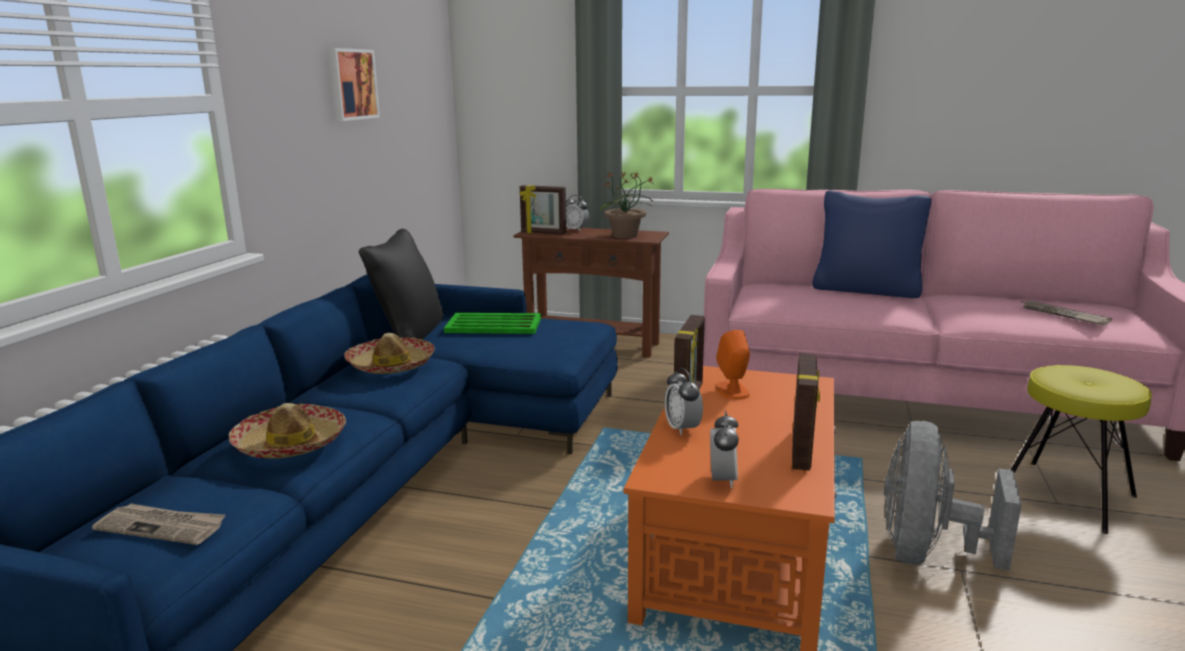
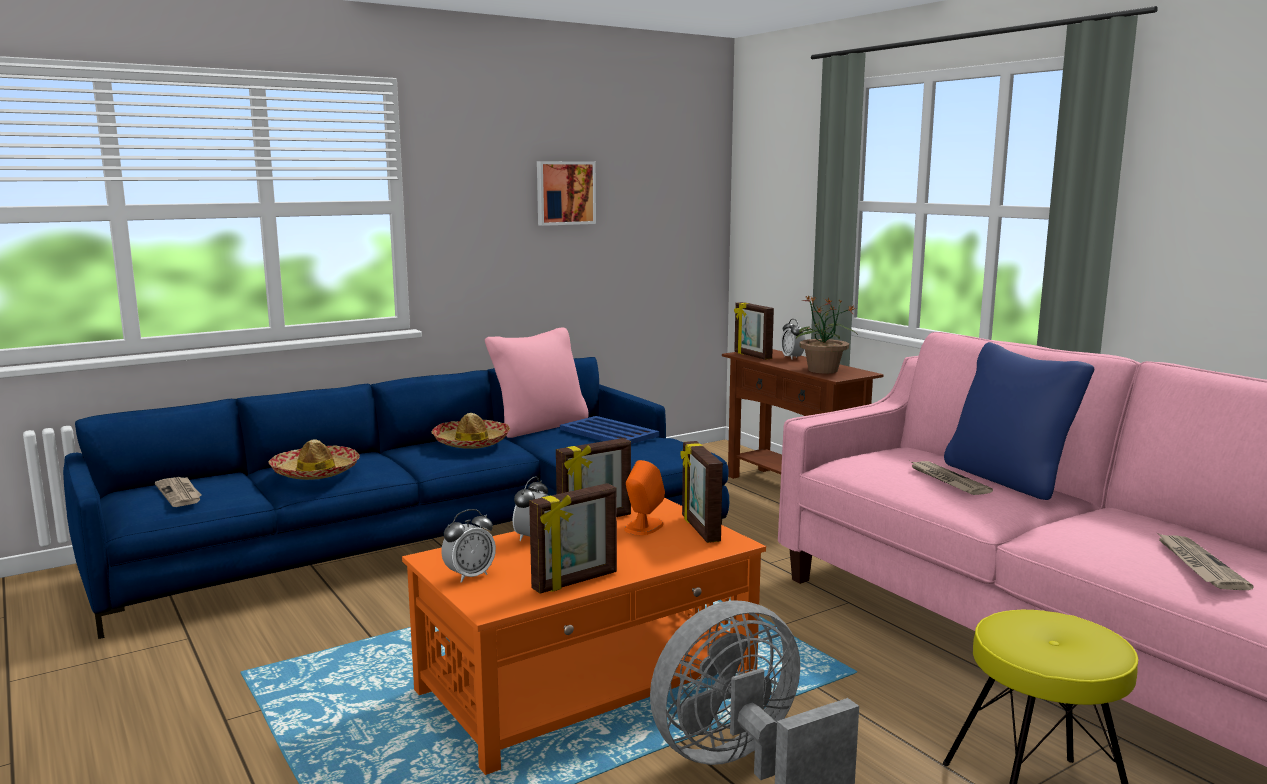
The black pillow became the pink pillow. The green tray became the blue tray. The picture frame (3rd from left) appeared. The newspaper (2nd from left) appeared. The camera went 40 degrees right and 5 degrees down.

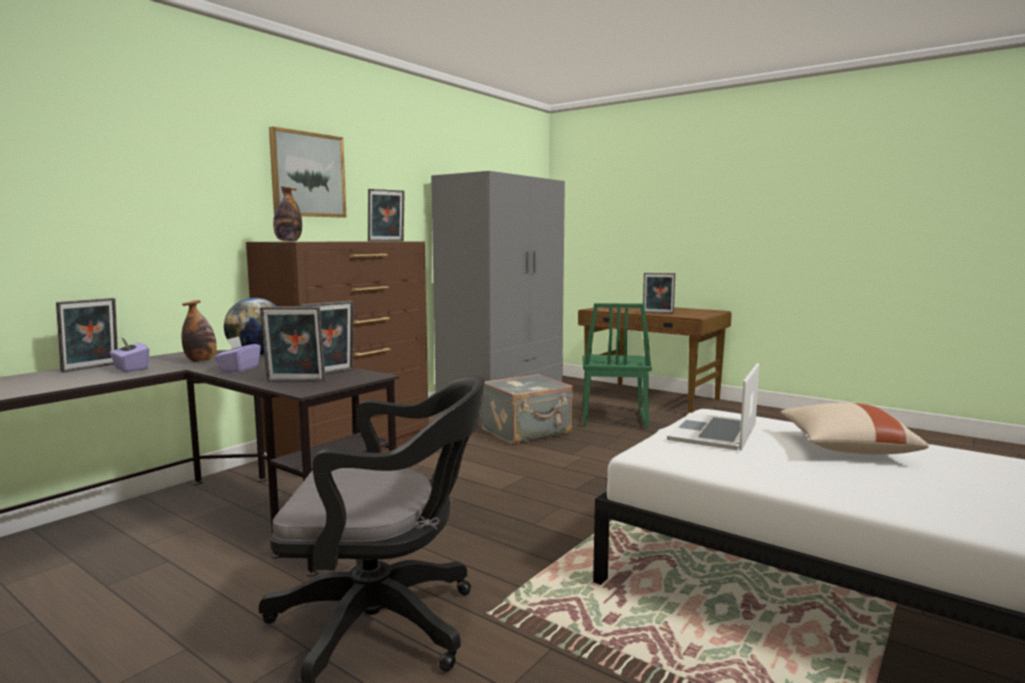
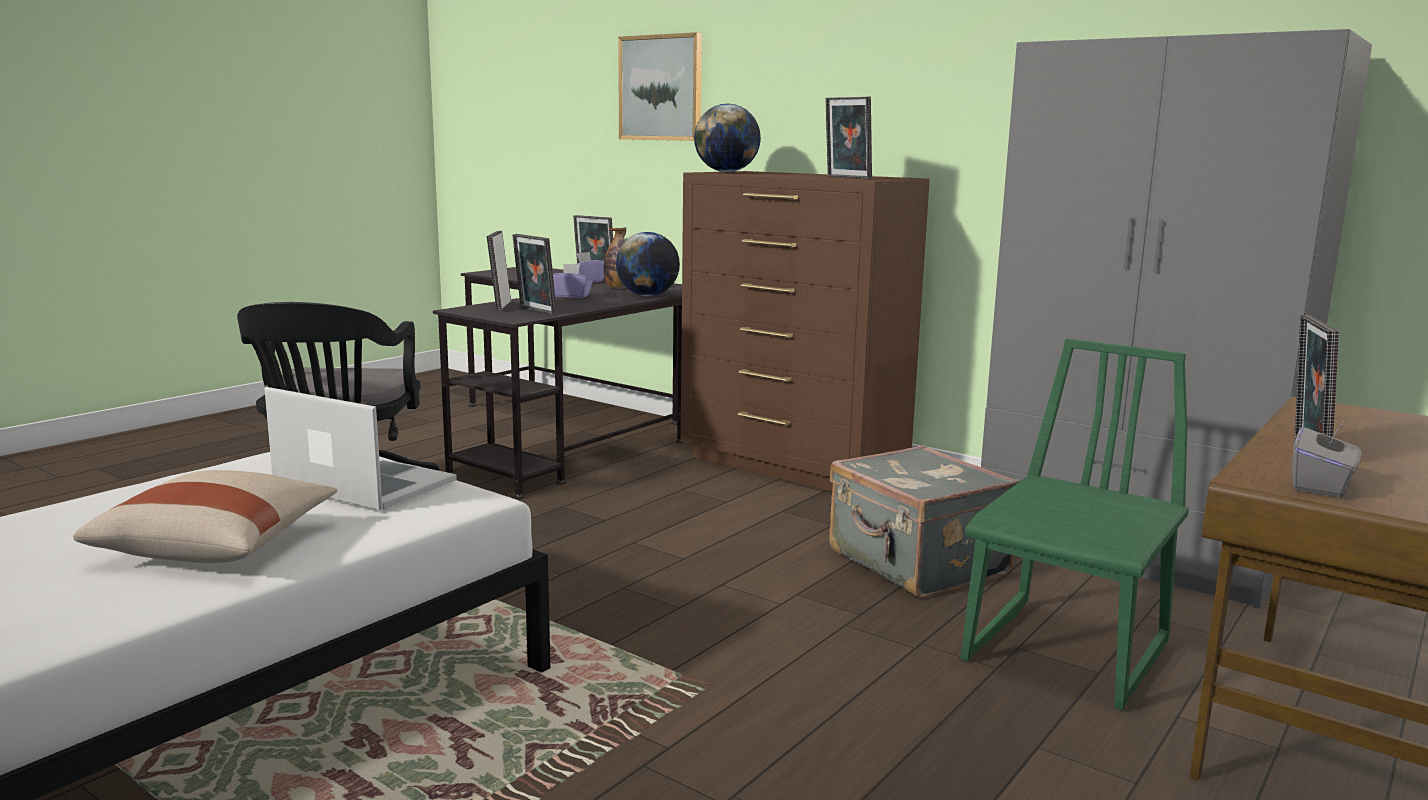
The picture moved. The bottle (2nd from left) was replaced by the globe (2nd from left). The green chair turned 120 degrees clockwise. The grey tissue box appeared. The camera went 90 degrees right and 5 degrees up.

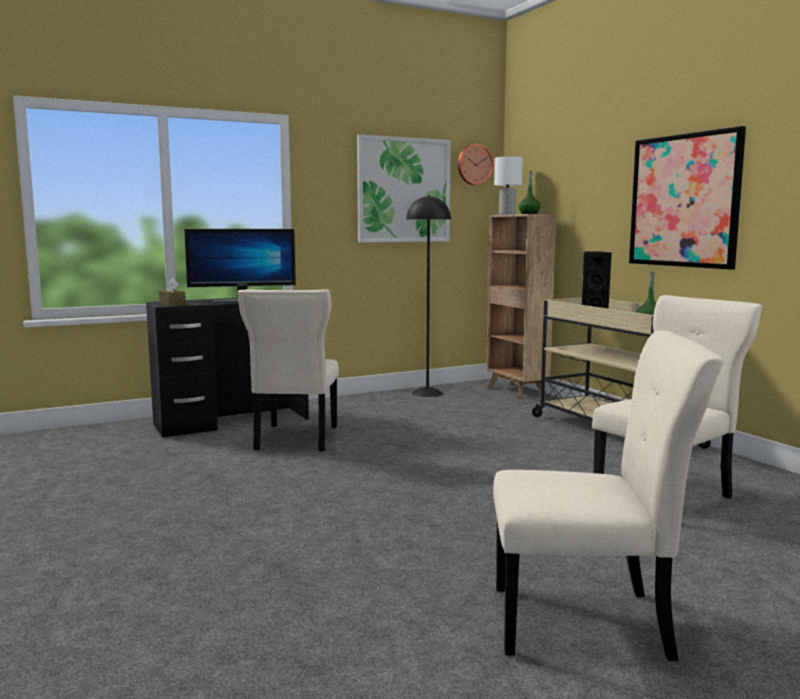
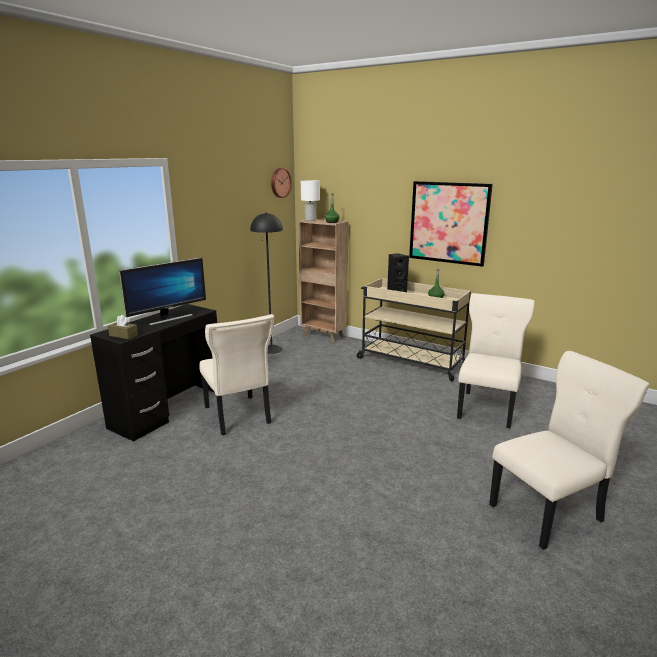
The picture (1st from left) disappeared. The camera went 30 degrees left and 10 degrees up.

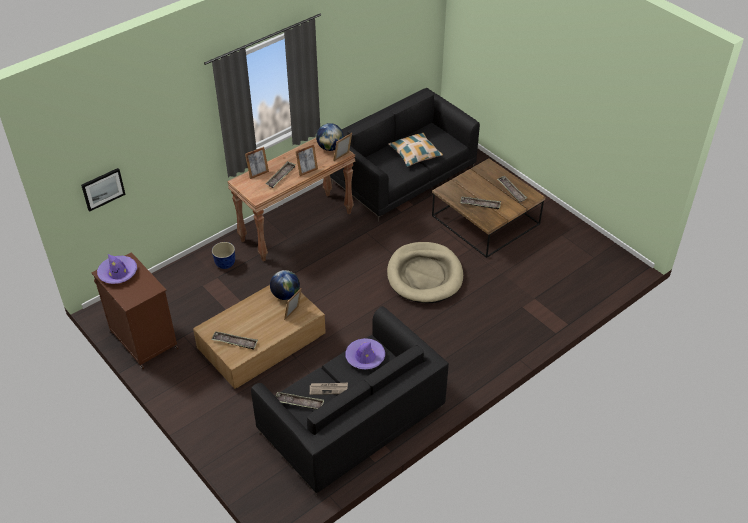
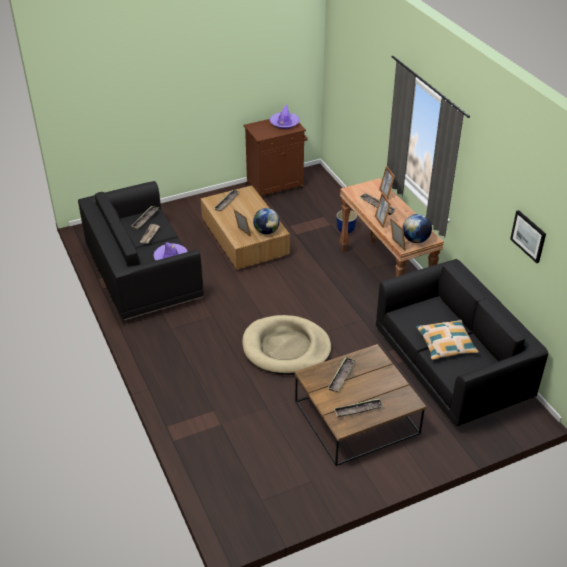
The picture moved. The camera went 105 degrees right and 5 degrees down.

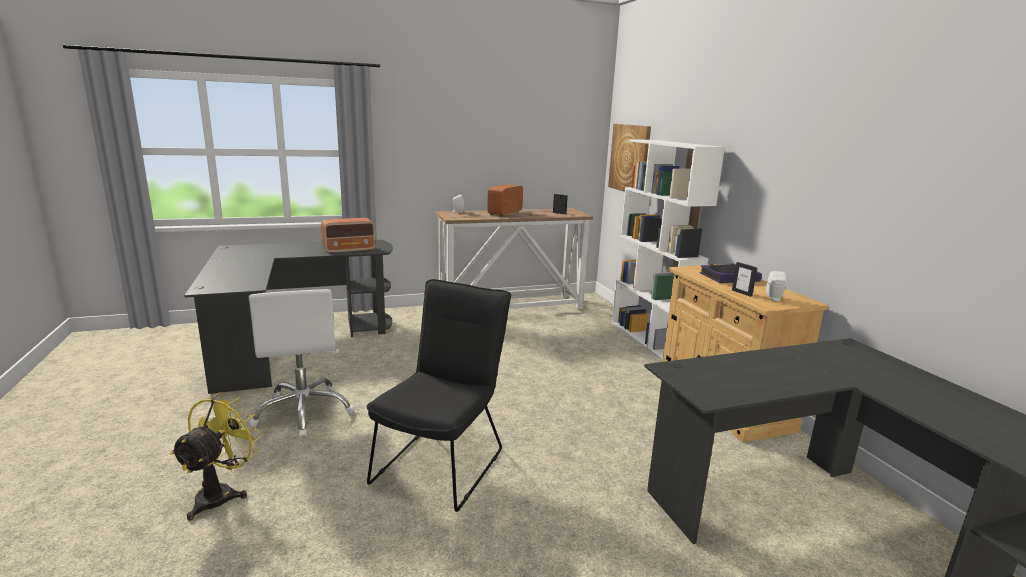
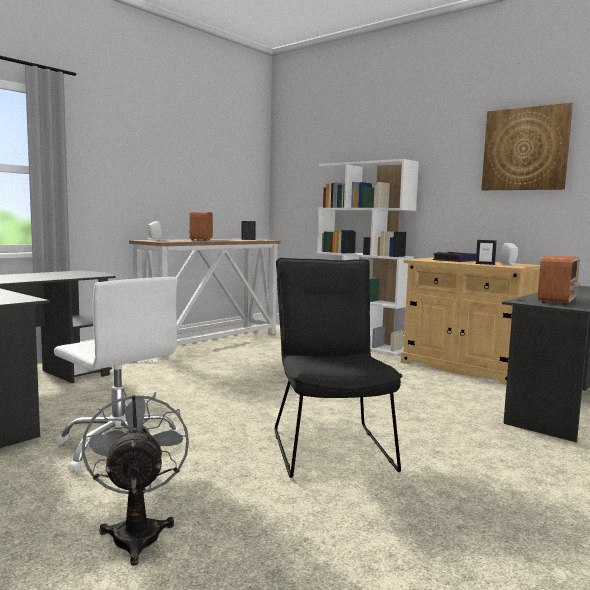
The yellow fan became the grey fan. The picture moved. The radio (1st from left in the first image) moved. The camera went 30 degrees left and 10 degrees down.

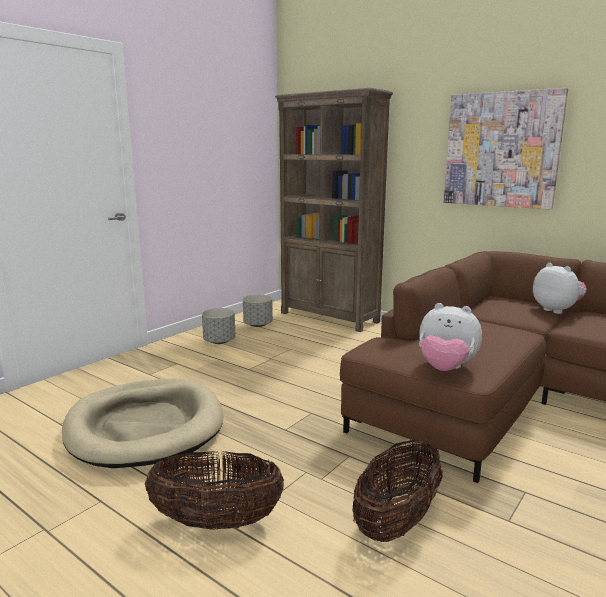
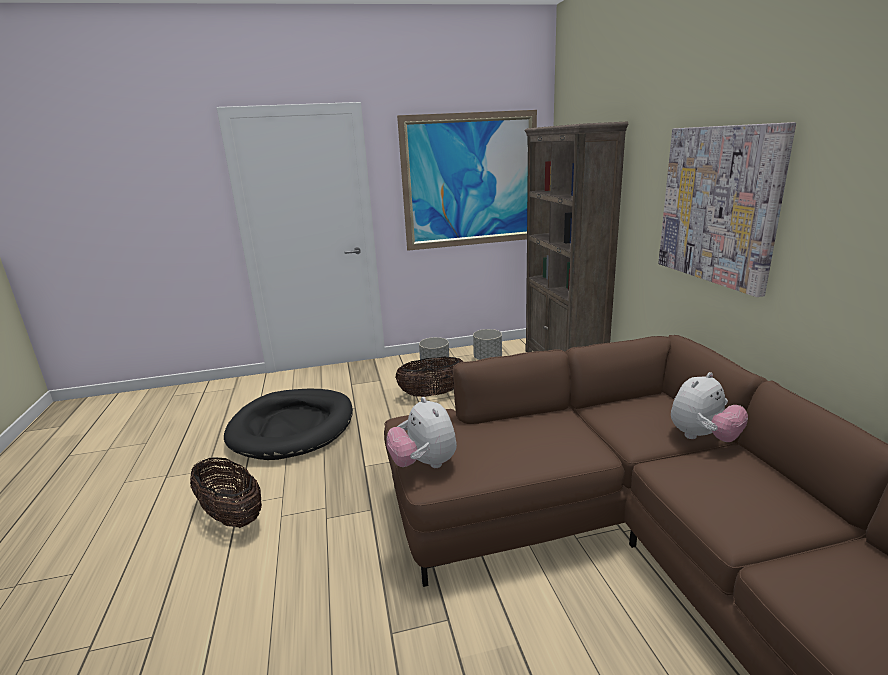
The beige dog bed became the black dog bed. The basket (2nd from left) moved. The picture (1st from left) appeared. The plush toy (2nd from left) turned 45 degrees clockwise. The camera went 40 degrees right and 5 degrees up.

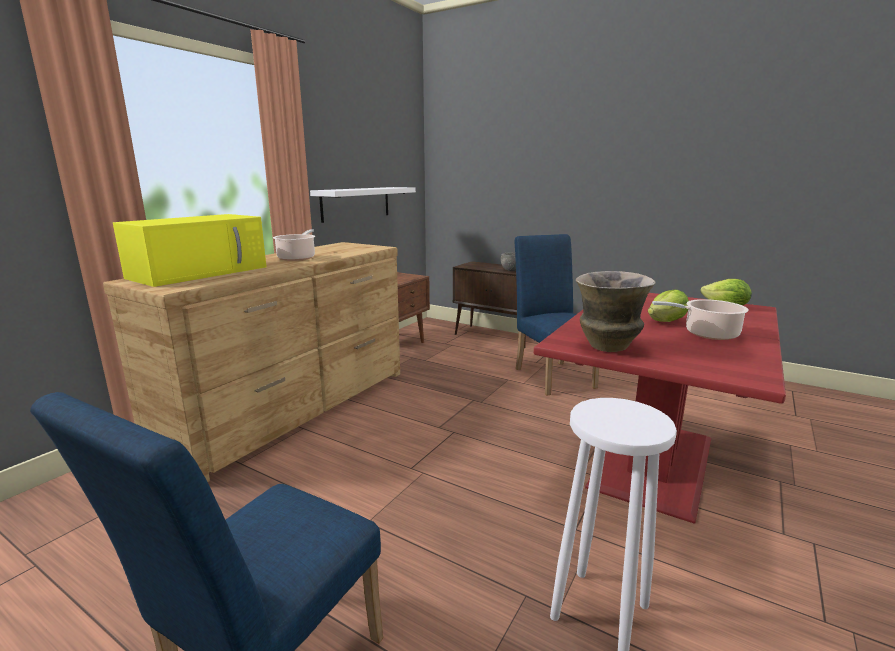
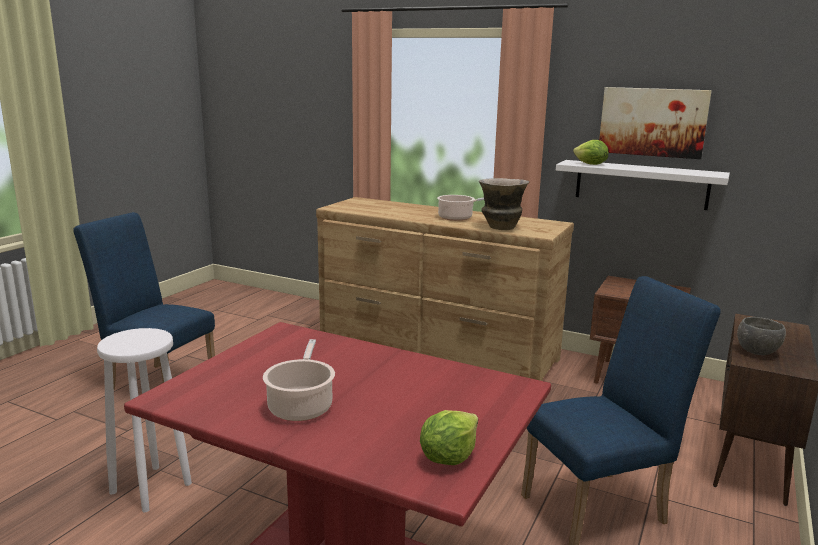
The vase moved. The lettuce (1st from left in the first image) moved. The picture appeared. The yellow microwave disappeared. The camera went 85 degrees right and 0 degrees up.

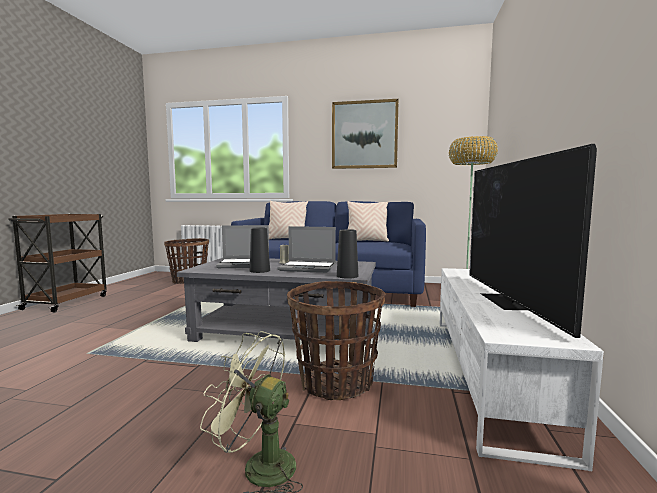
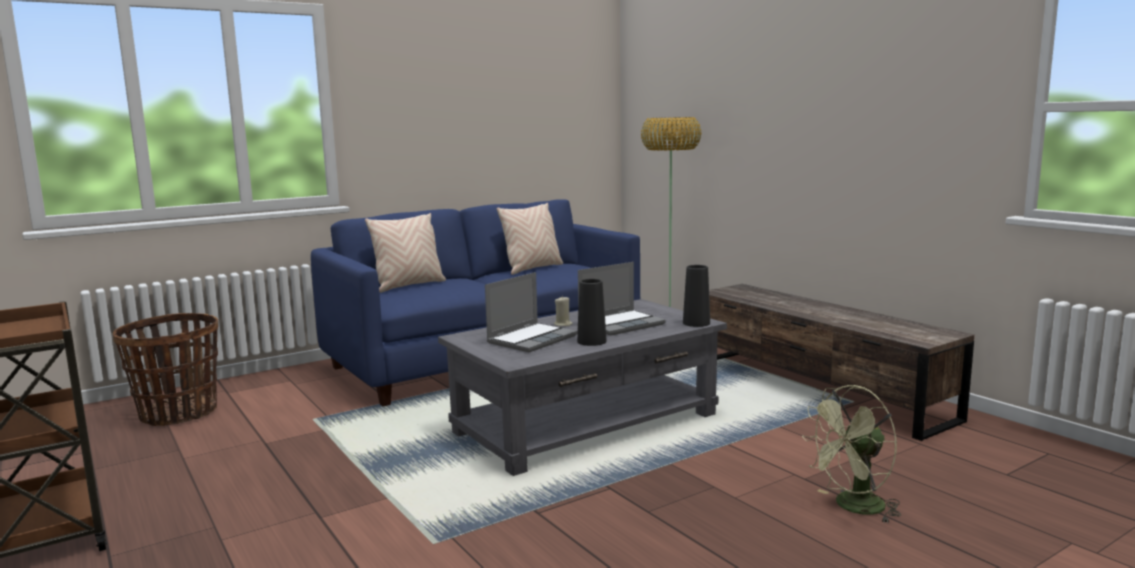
The white tv stand became the brown tv stand. The basket (2nd from left) disappeared. The picture disappeared. The television disappeared. The camera went 45 degrees left and 5 degrees up.

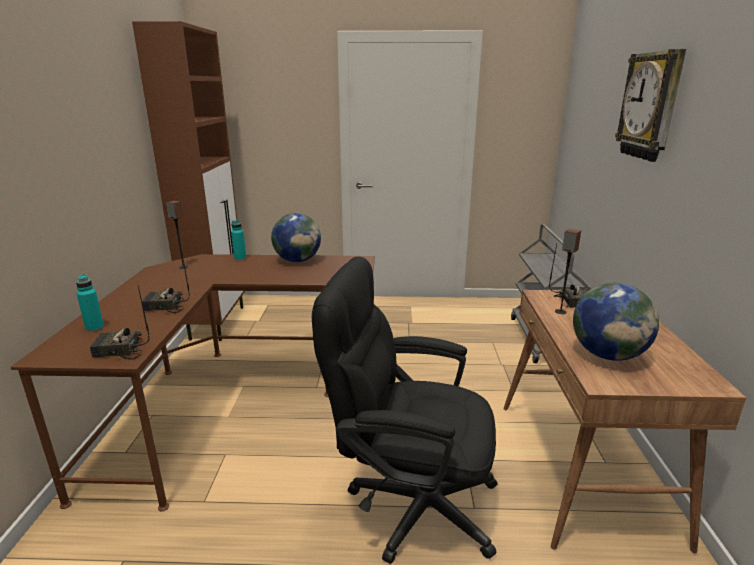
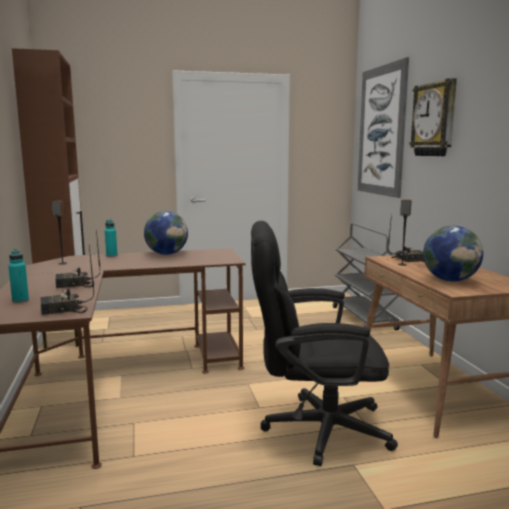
The picture appeared. The camera went 15 degrees left and 10 degrees down.

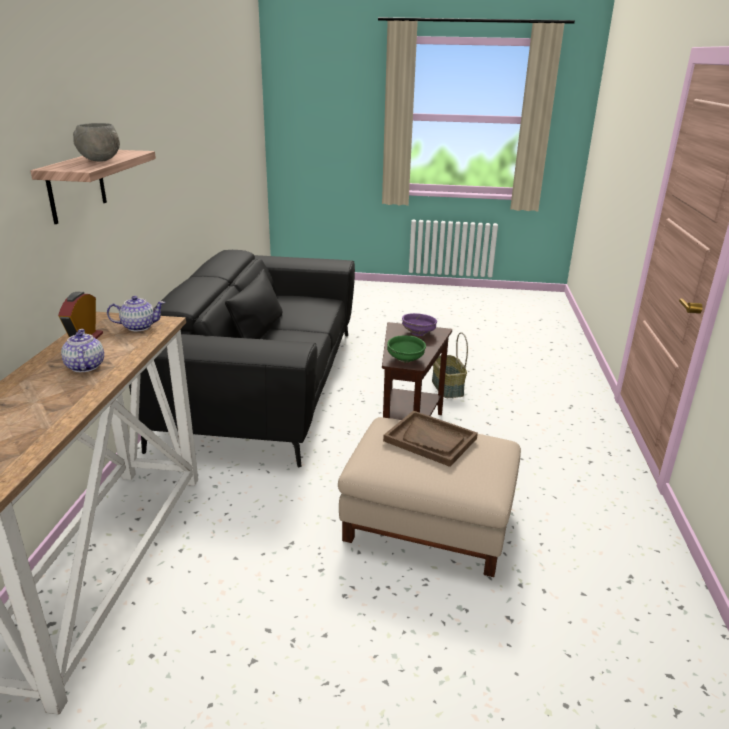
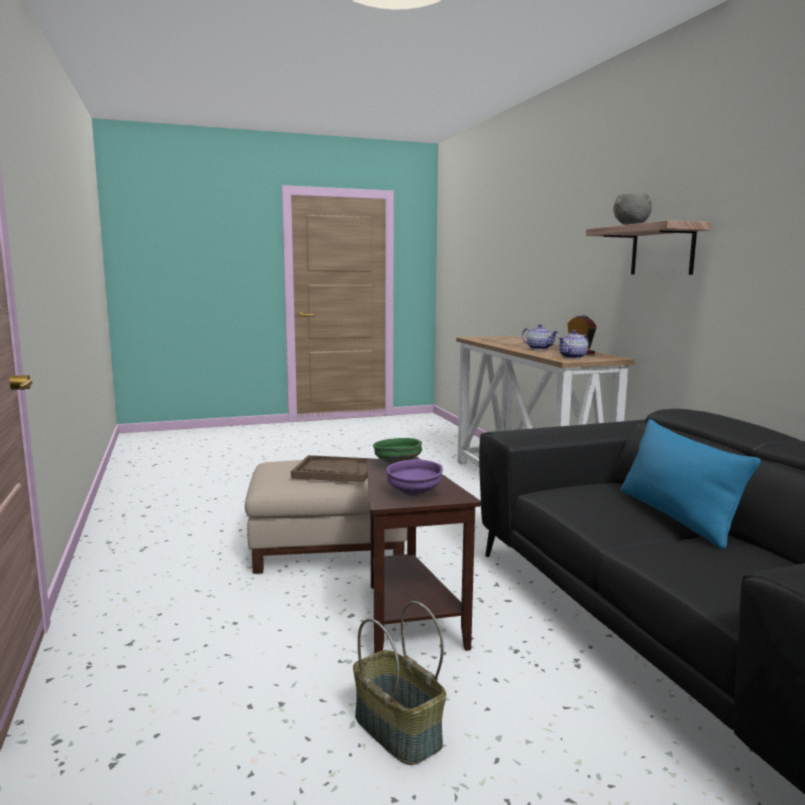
The black pillow became the blue pillow. The camera went 155 degrees right and 15 degrees down.

